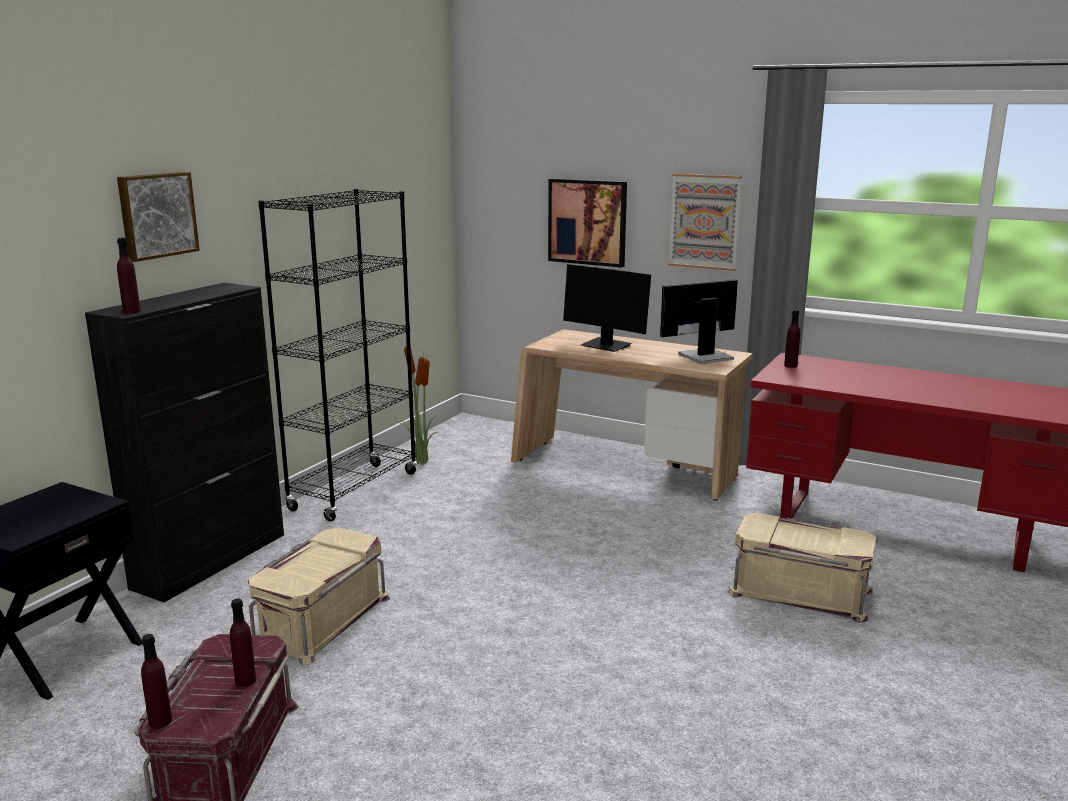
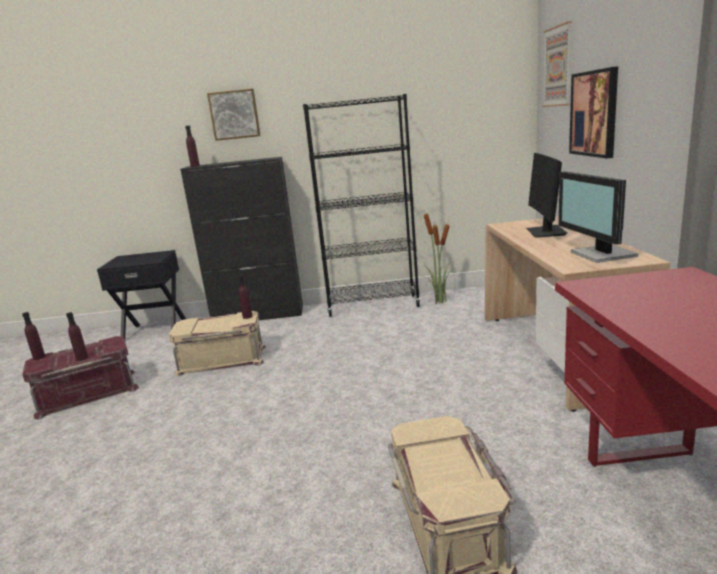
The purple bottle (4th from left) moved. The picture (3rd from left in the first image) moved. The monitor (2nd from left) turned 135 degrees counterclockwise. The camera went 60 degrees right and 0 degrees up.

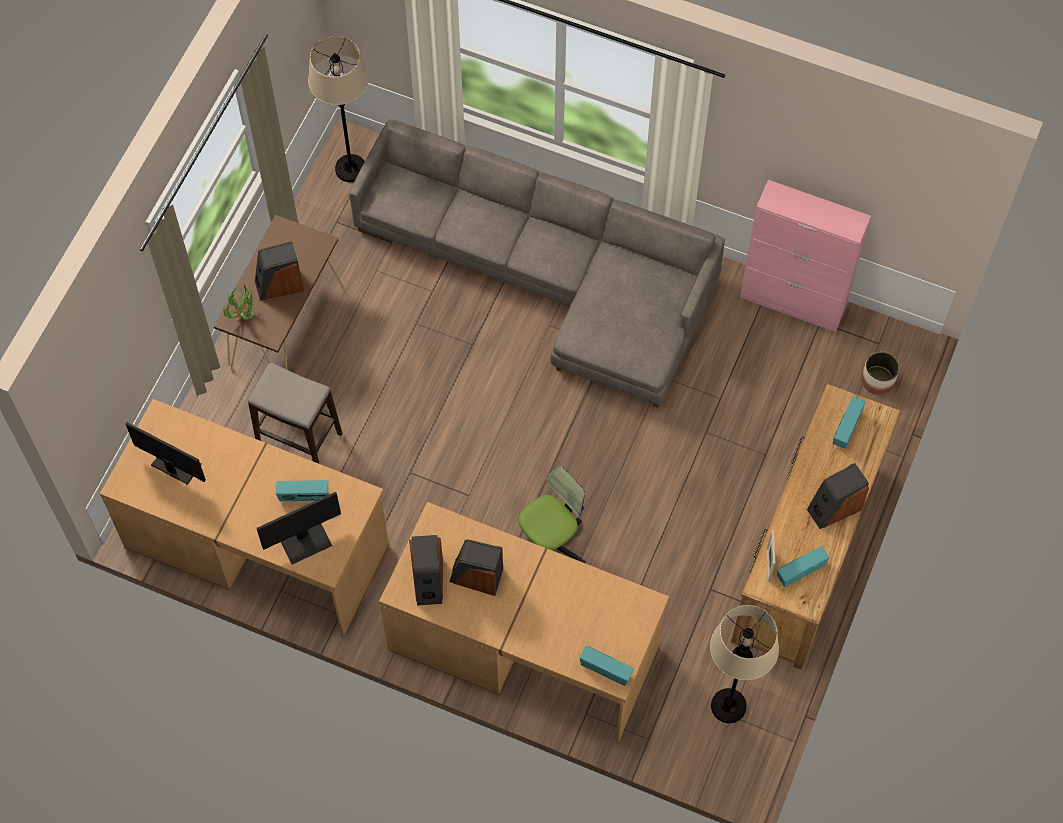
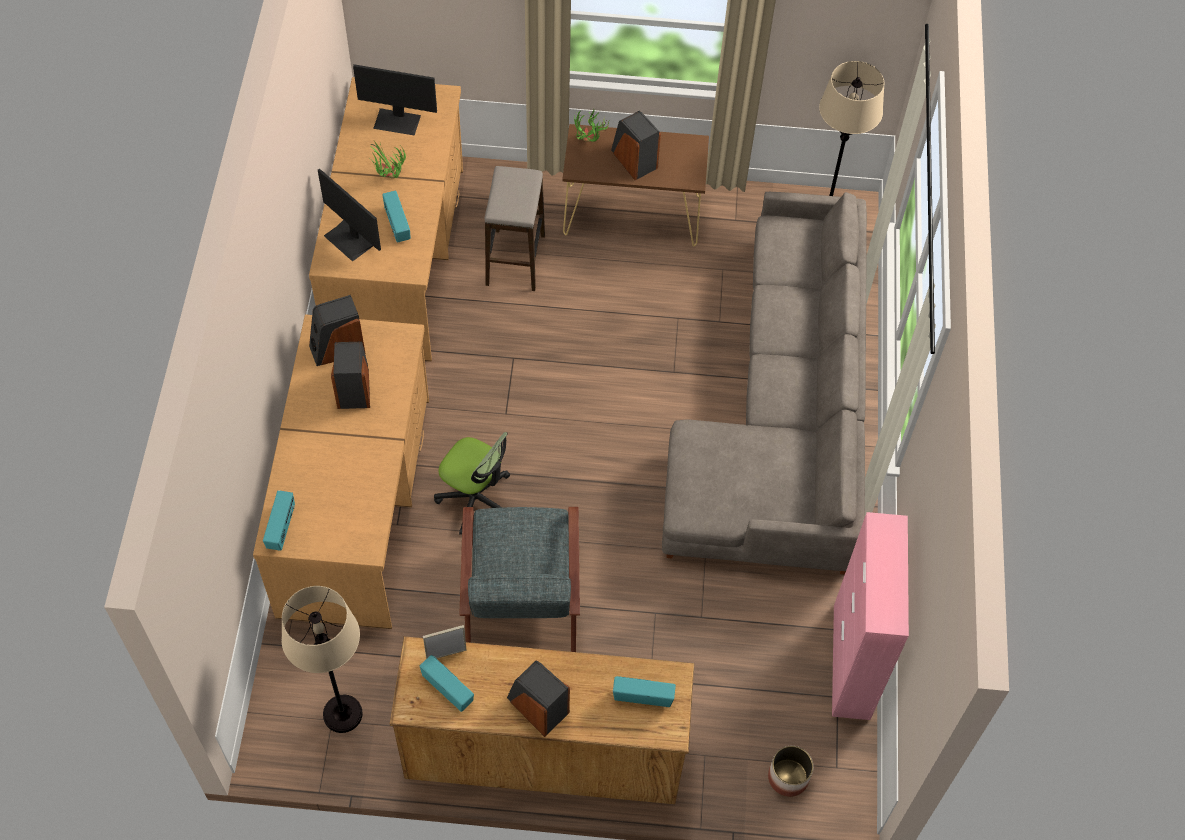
The monitor (1st from left in the first image) turned 90 degrees clockwise. The potted plant (1st from left) appeared. The grey armchair appeared. The camera went 70 degrees right and 5 degrees down.

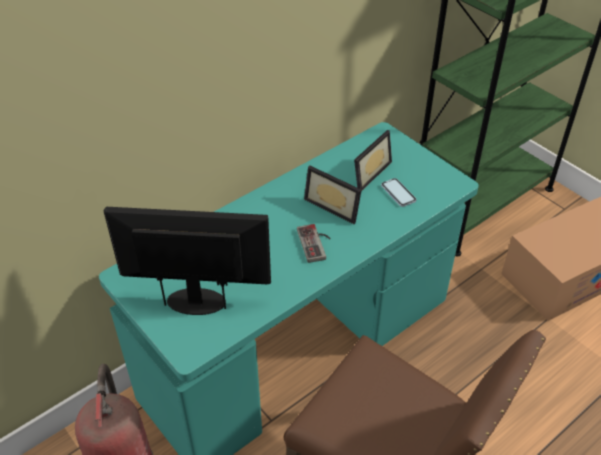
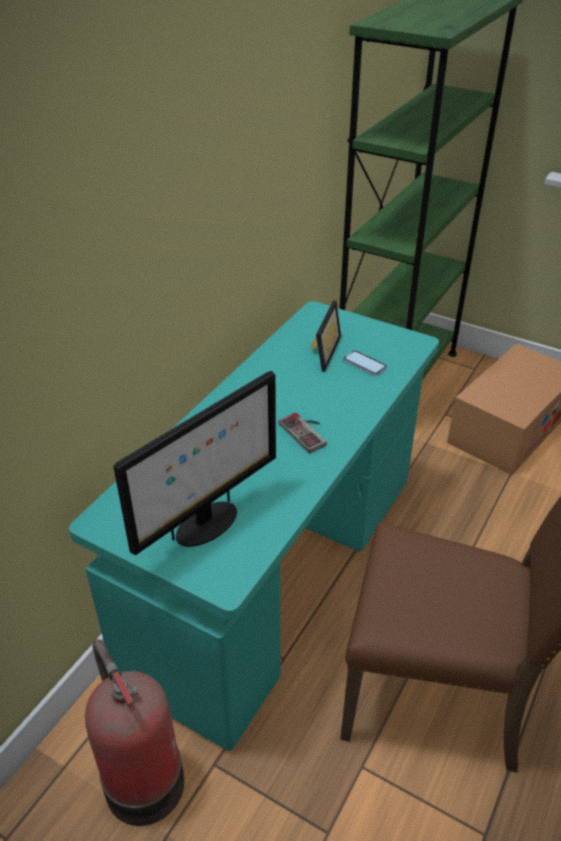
The monitor turned 150 degrees clockwise. The picture frame (1st from left) disappeared. The camera went 20 degrees left and 5 degrees down.

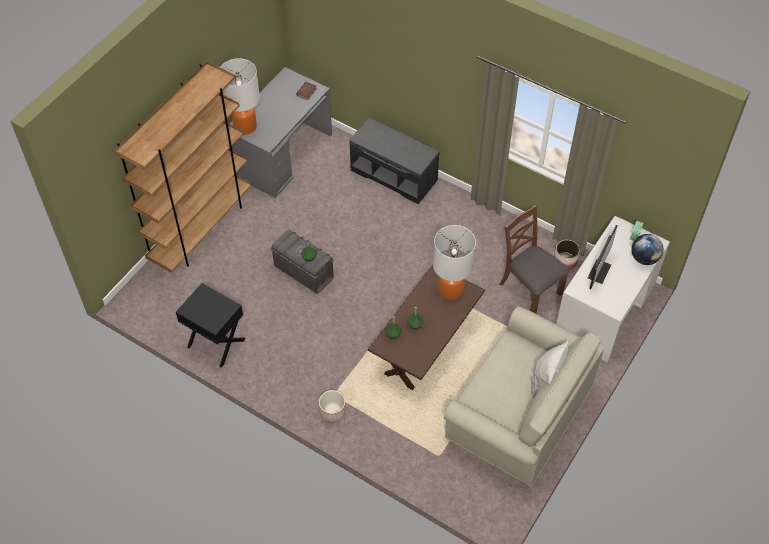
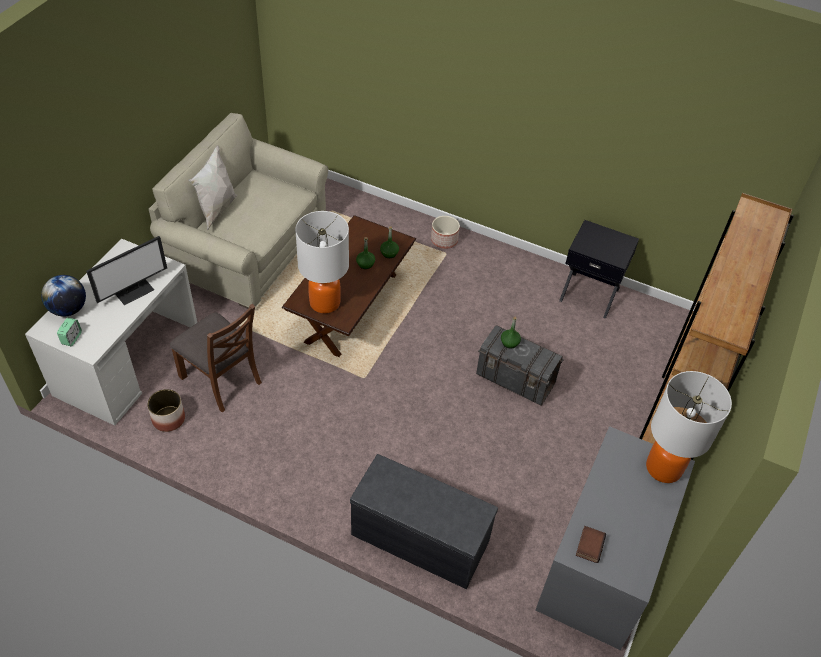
The monitor turned 150 degrees counterclockwise. The camera went 170 degrees right and 5 degrees down.

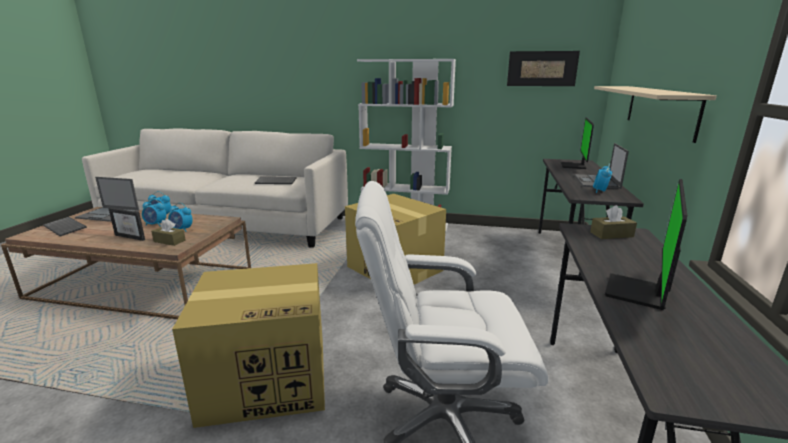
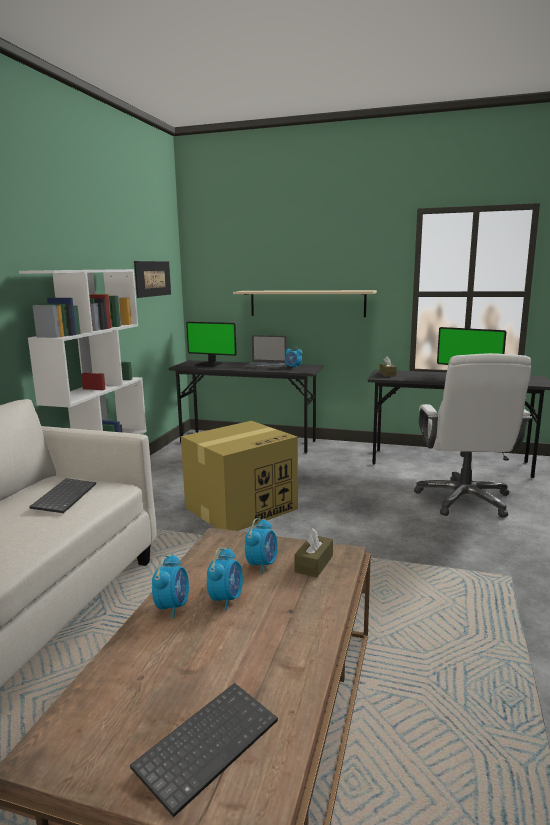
The laptop (1st from left) disappeared. The picture frame disappeared. The cardboard box (1st from left) disappeared. The camera went 85 degrees left and 5 degrees down.

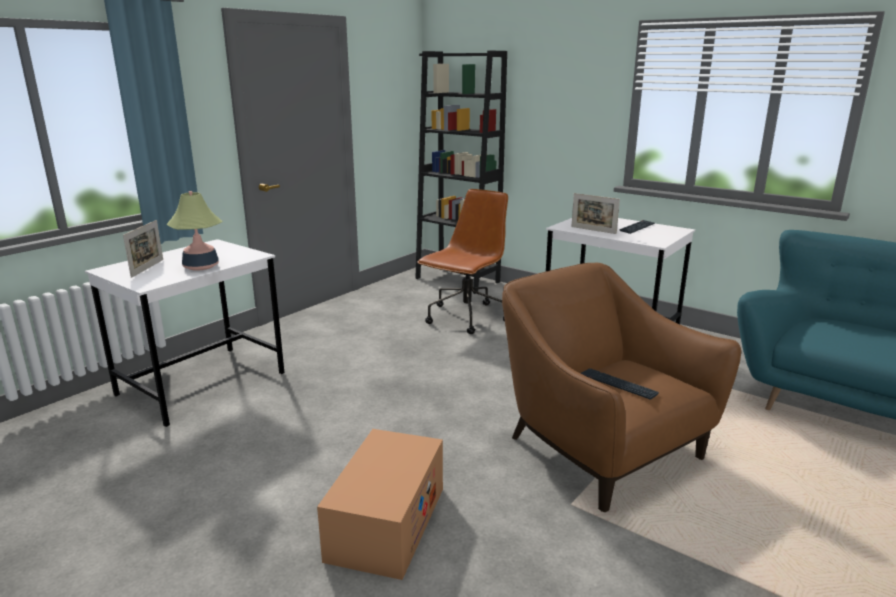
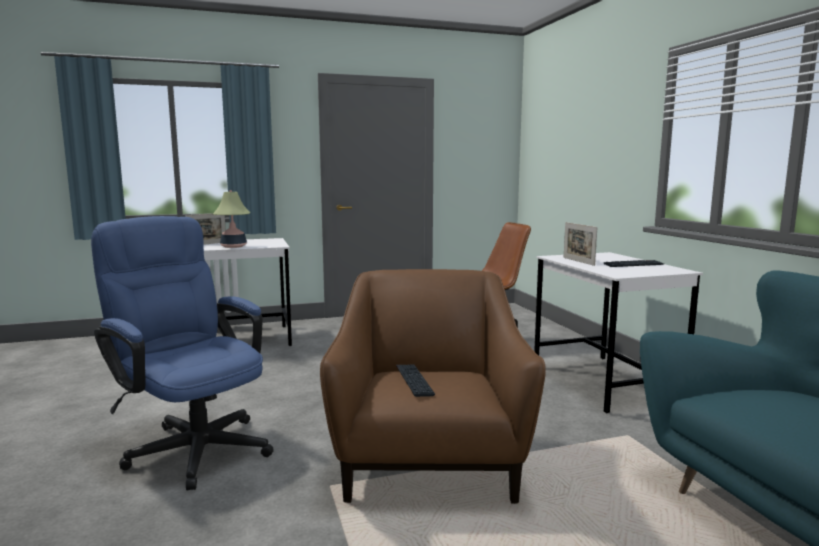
The cardboard box was replaced by the blue office chair. The black bookcase disappeared. The camera went 35 degrees right and 10 degrees down.

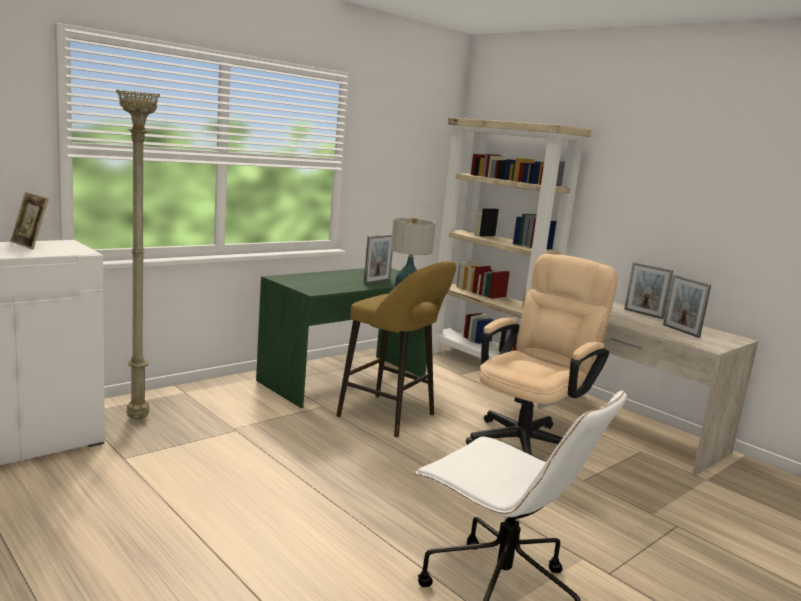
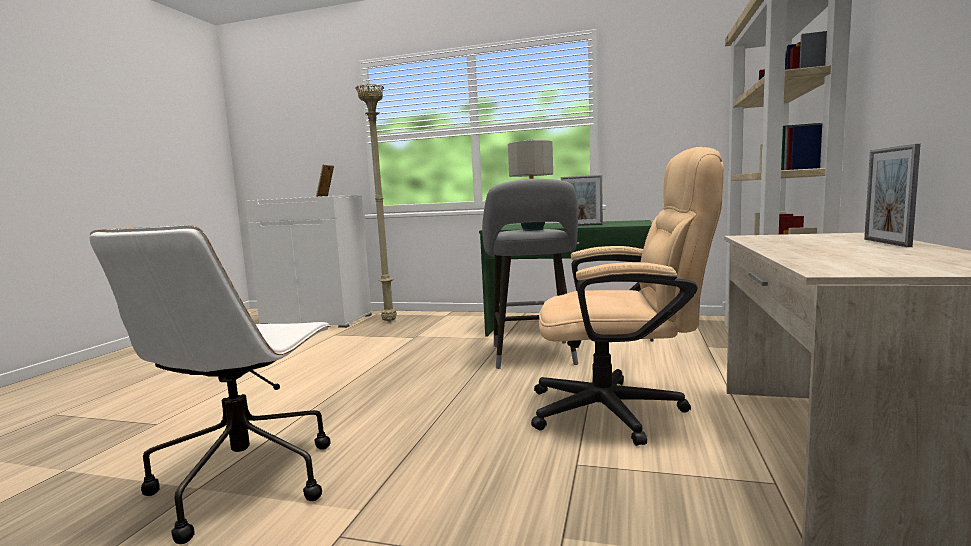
The yellow stool became the grey stool. The picture frame (4th from left) disappeared. The camera went 60 degrees right and 5 degrees down.

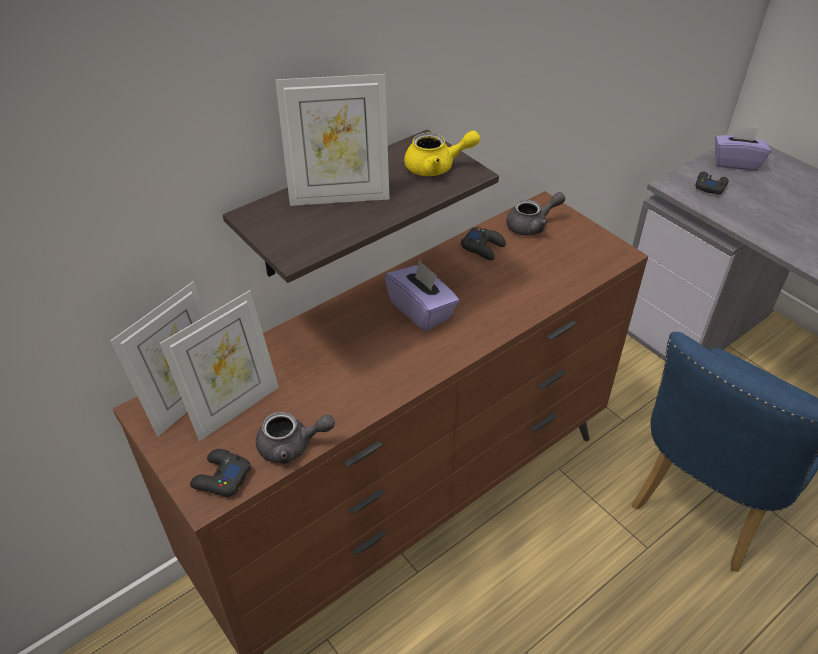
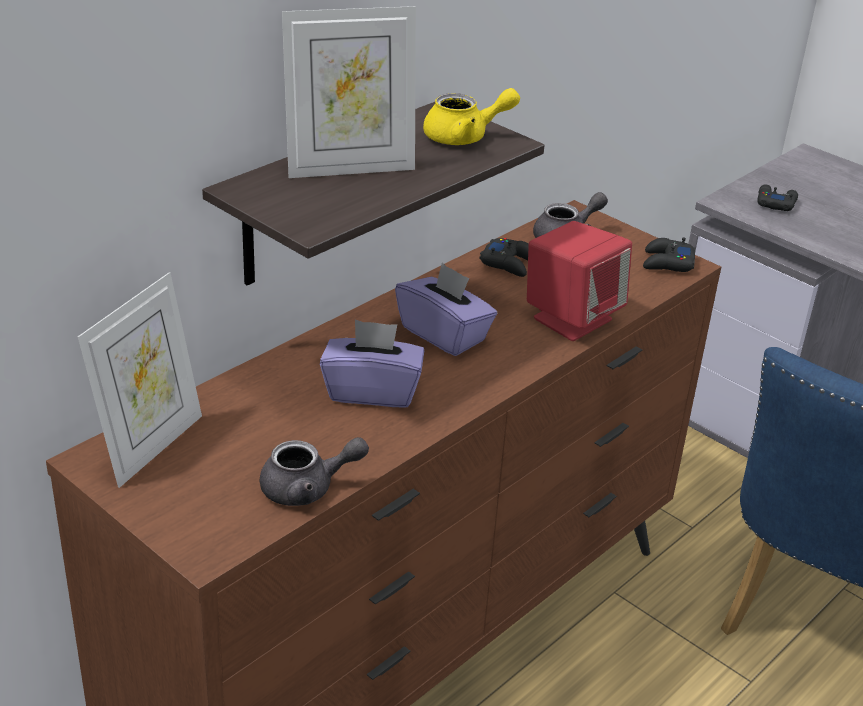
The purple tissue box (2nd from left in the first image) moved. The red speaker appeared. The black game controller (1st from left in the first image) moved. The picture frame (2nd from left) disappeared. The camera went 10 degrees left and 10 degrees down.

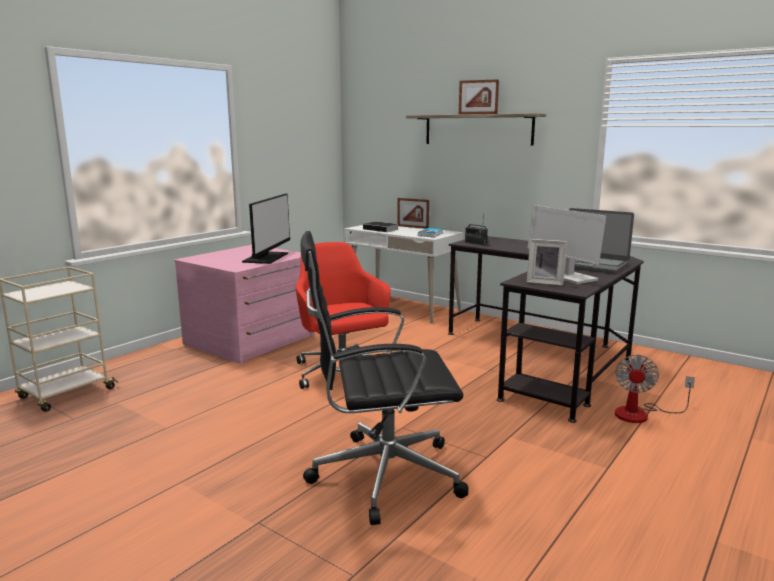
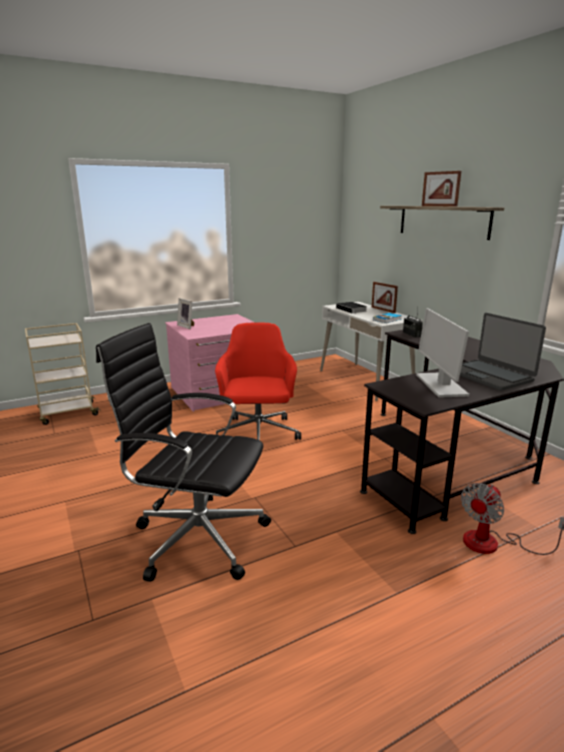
The picture frame (3rd from left in the first image) moved. The monitor (1st from left) disappeared. The camera went 25 degrees right and 5 degrees up.

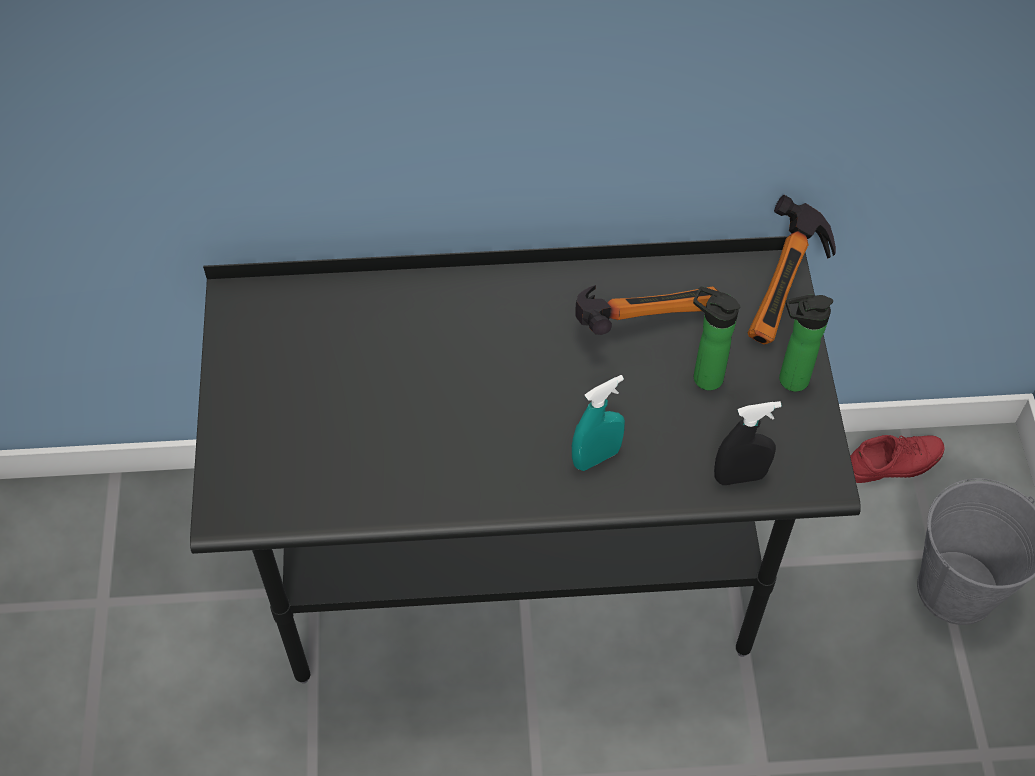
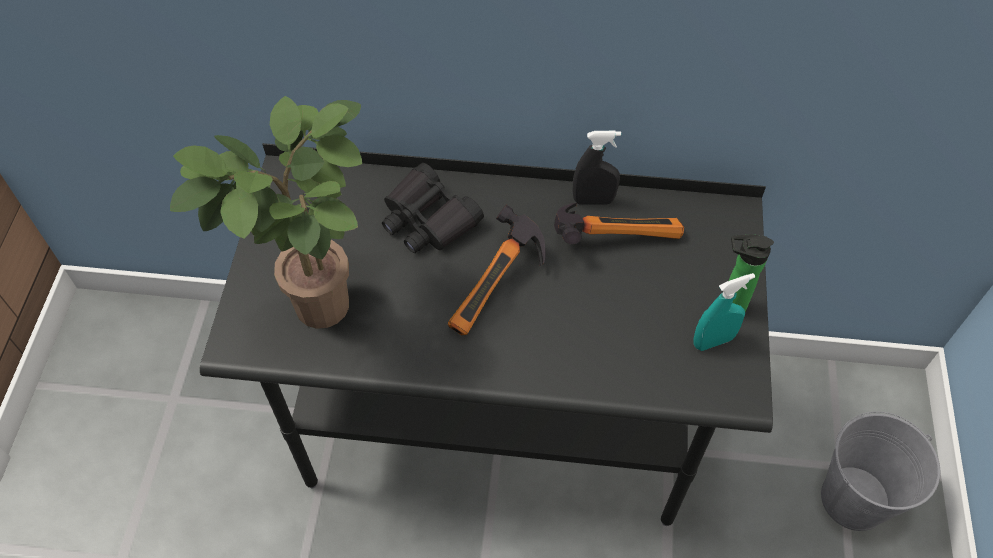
The potted plant appeared. The black binoculars appeared. The hammer (2nd from left in the first image) moved. The black spray bottle moved. The turquoise spray bottle moved. The bottle (1st from left) disappeared. The red shoe disappeared. The camera went 10 degrees right and 0 degrees up.

